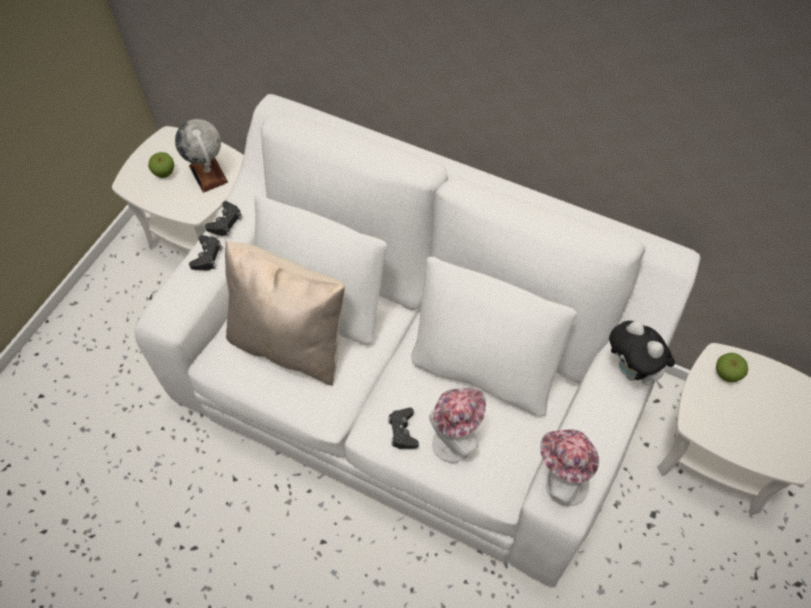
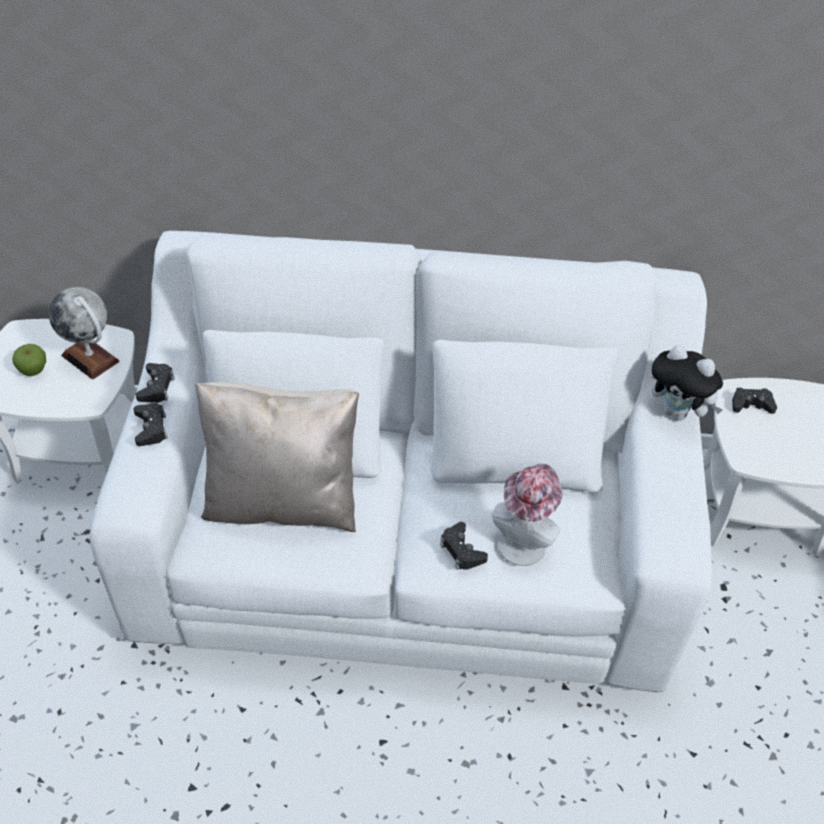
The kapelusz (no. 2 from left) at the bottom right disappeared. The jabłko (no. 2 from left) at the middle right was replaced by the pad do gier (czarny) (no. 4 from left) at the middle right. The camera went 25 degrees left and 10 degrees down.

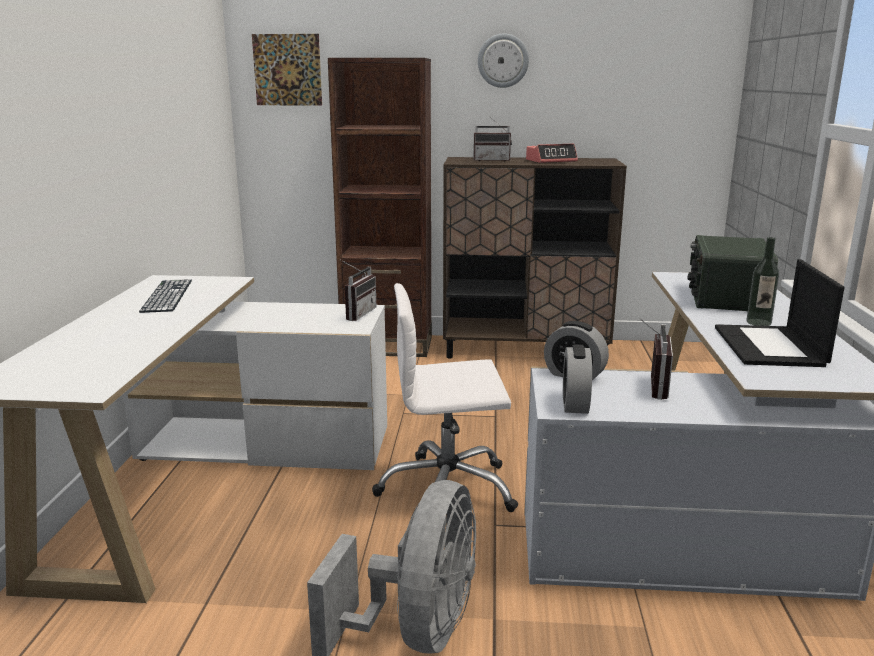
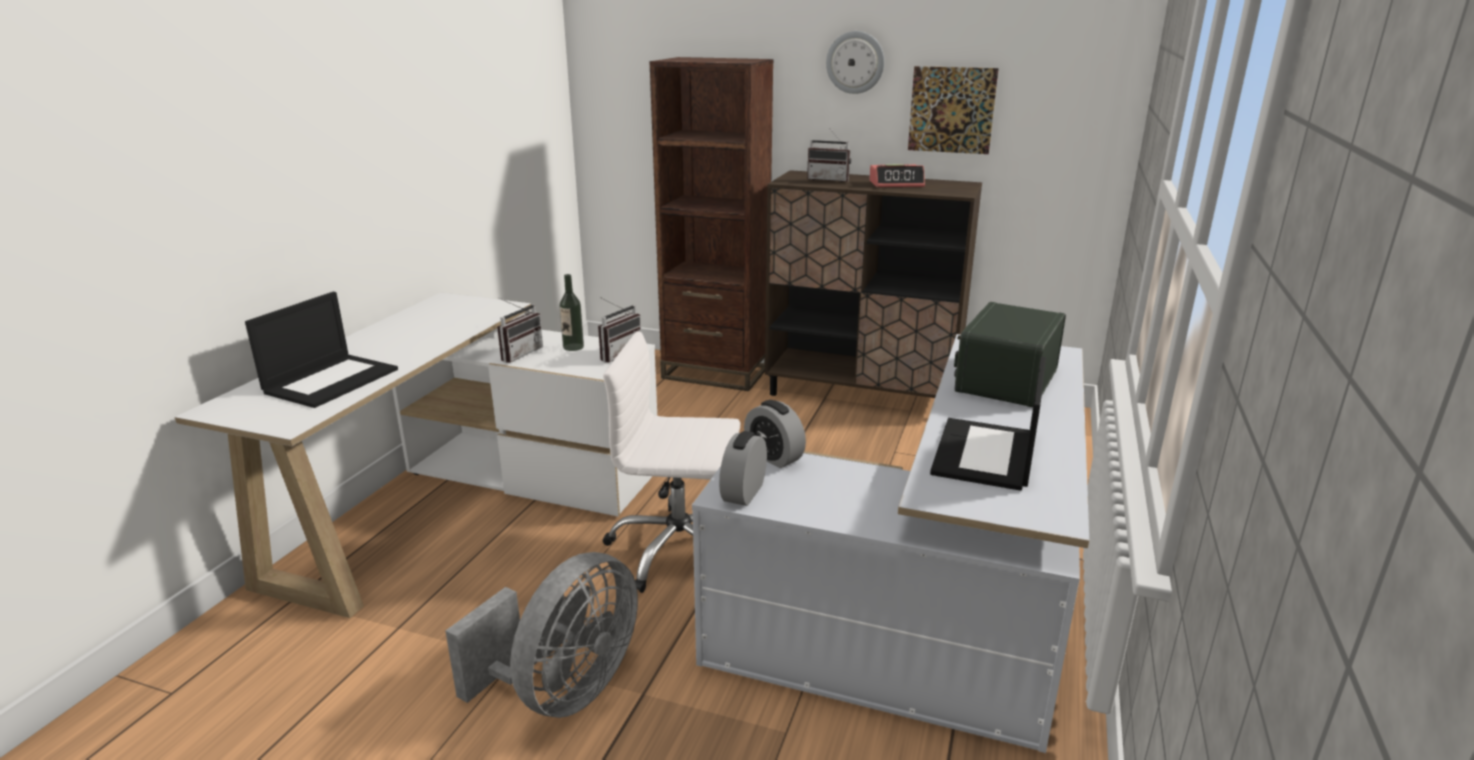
The klawiatura at the middle left disappeared. The laptop (no. 1 from left) at the middle left appeared. The obraz moved from the top left to the top centre. The radio (no. 3 from left in the first image) moved from the middle right to the centre. The butelka moved from the middle right to the centre. The camera went 15 degrees right and 5 degrees up.

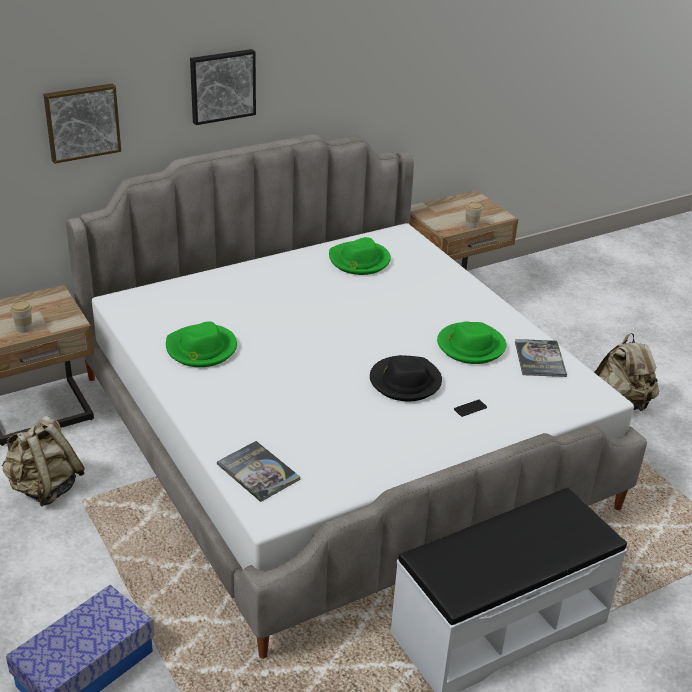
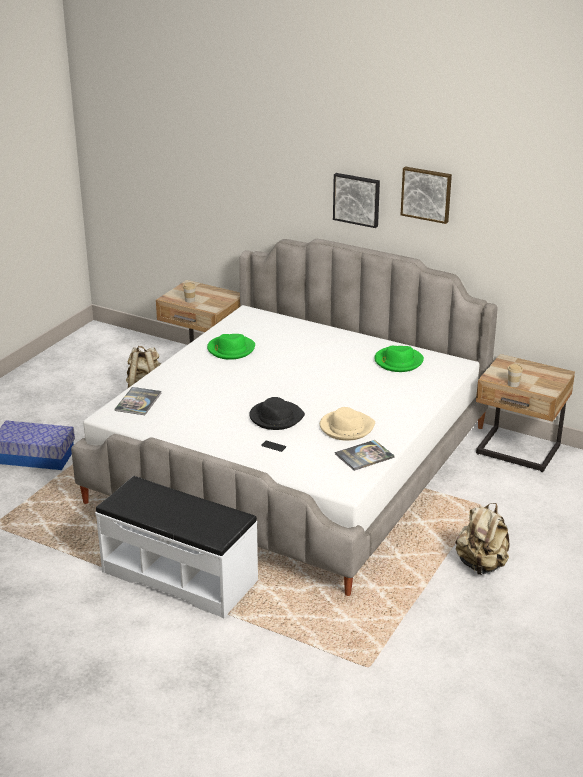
The obraz (no. 1 from left in the first image) moved from the top left to the top right. The kapelusz (zielony) (no. 3 from left) at the middle right became the kapelusz (beżowy) at the centre. The camera went 60 degrees right and 5 degrees down.

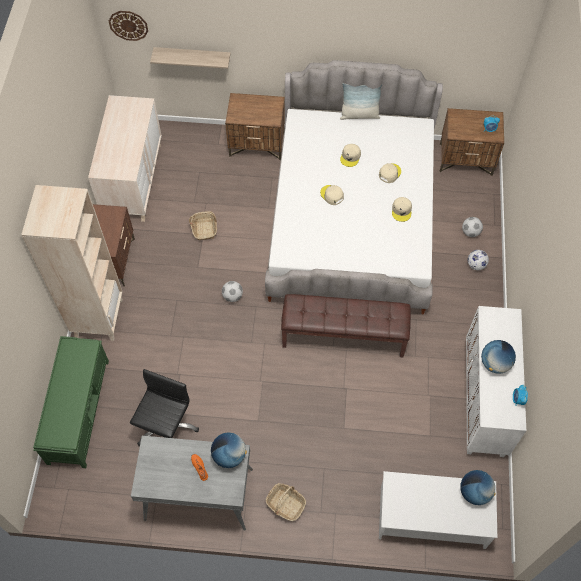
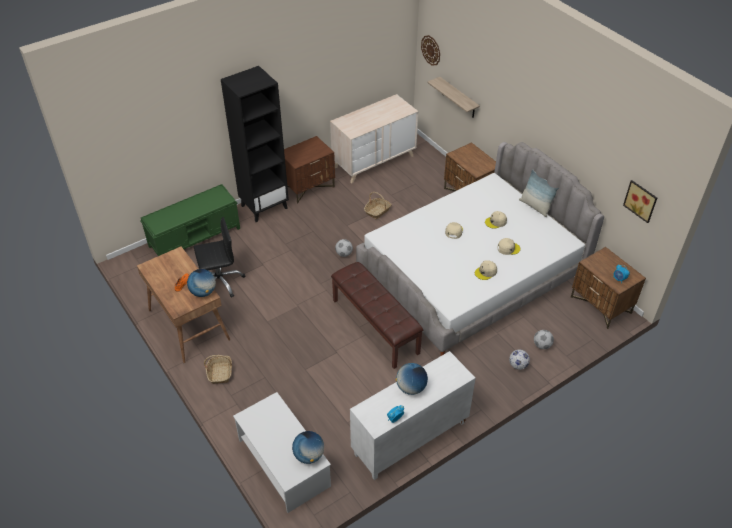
The obraz at the middle right appeared. The regał (beżowy) at the middle left became the regał (czarny) at the top centre. The biurko (szary) at the bottom left became the biurko (brązowy) at the middle left. The camera went 50 degrees right and 15 degrees down.

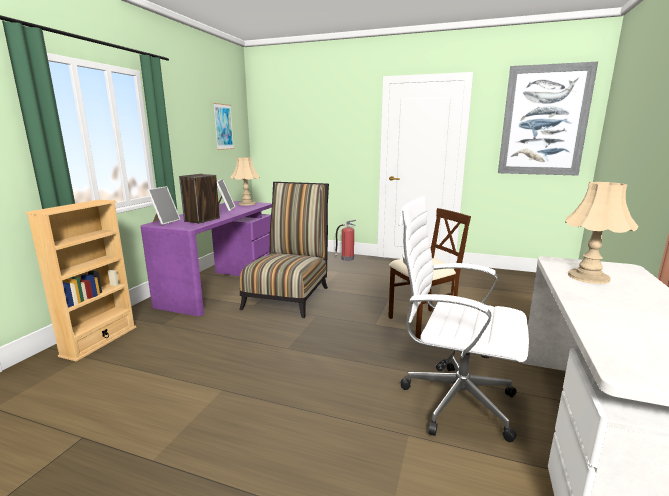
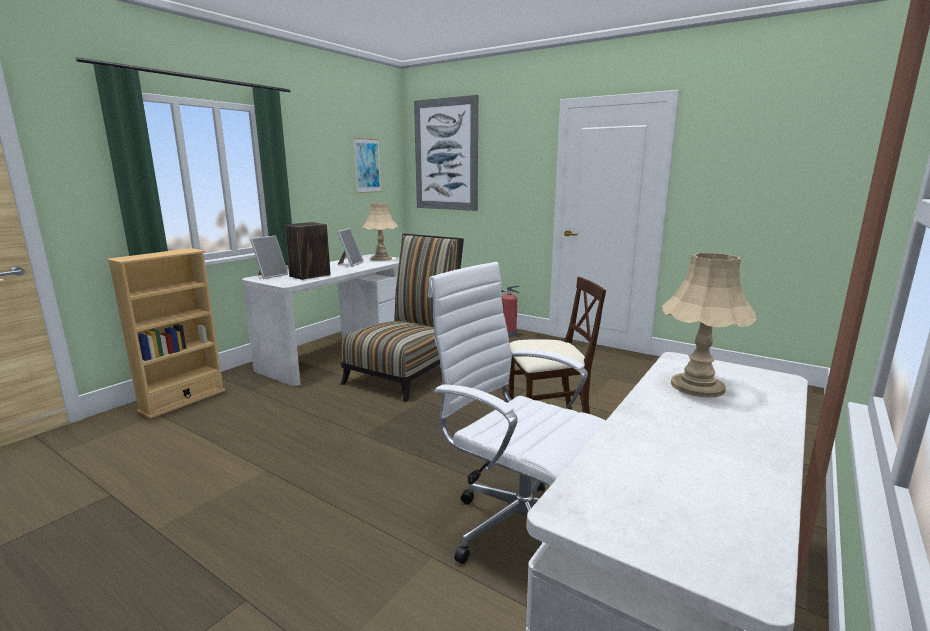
The obraz (no. 2 from left) moved from the top right to the top centre. The biurko (fioletowy) at the middle left became the biurko (biały) (no. 1 from left) at the centre. The camera went 15 degrees right and 0 degrees up.

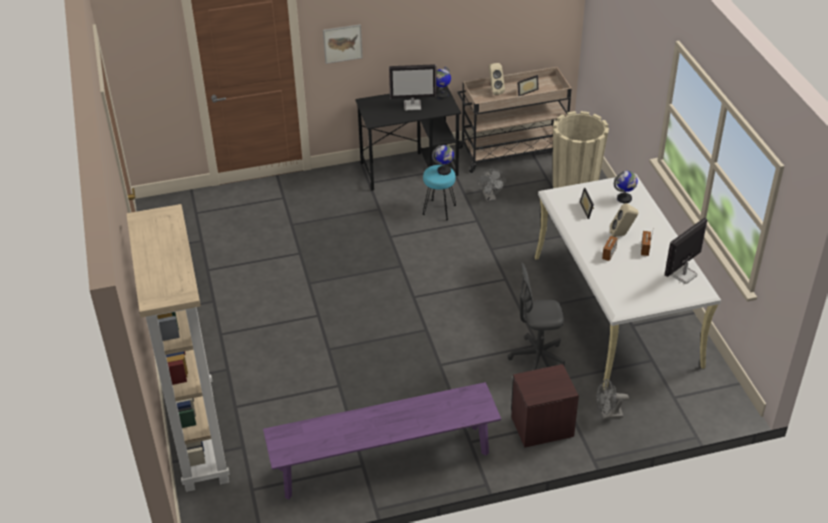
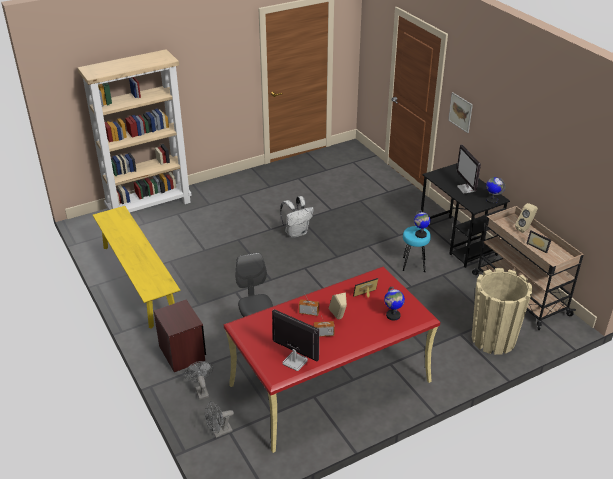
The plecak (biały) at the centre appeared. The wentylator (szary) (no. 1 from left in the first image) moved from the centre to the bottom centre. The ławka (fioletowy) at the bottom centre became the ławka (żółty) at the middle left. The biurko (biały) at the middle right became the biurko (czerwony) at the bottom centre. The camera went 75 degrees right and 5 degrees down.

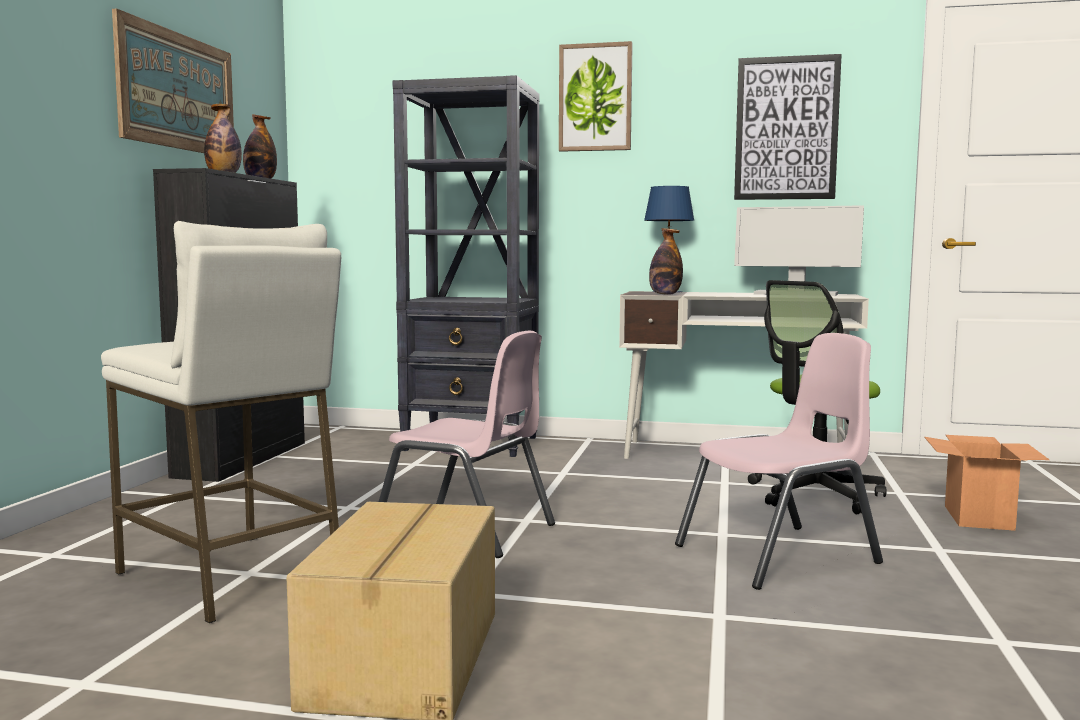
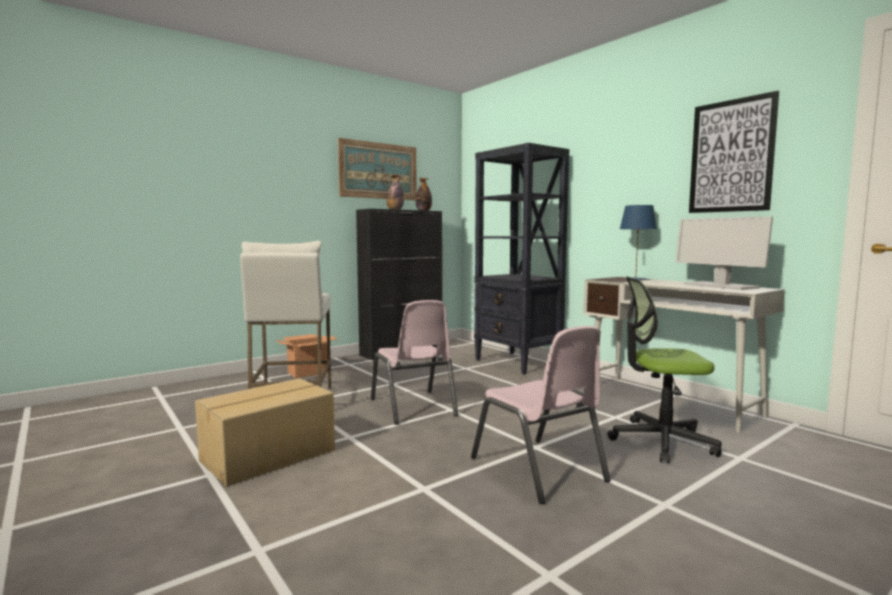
The obraz (no. 2 from left) at the top centre disappeared. The butelka (no. 3 from left) at the centre disappeared. The karton (no. 2 from left) moved from the bottom right to the centre. The krzesło (różowy) (no. 2 from left) at the middle right turned 45 degrees clockwise. The camera went 40 degrees right and 0 degrees up.

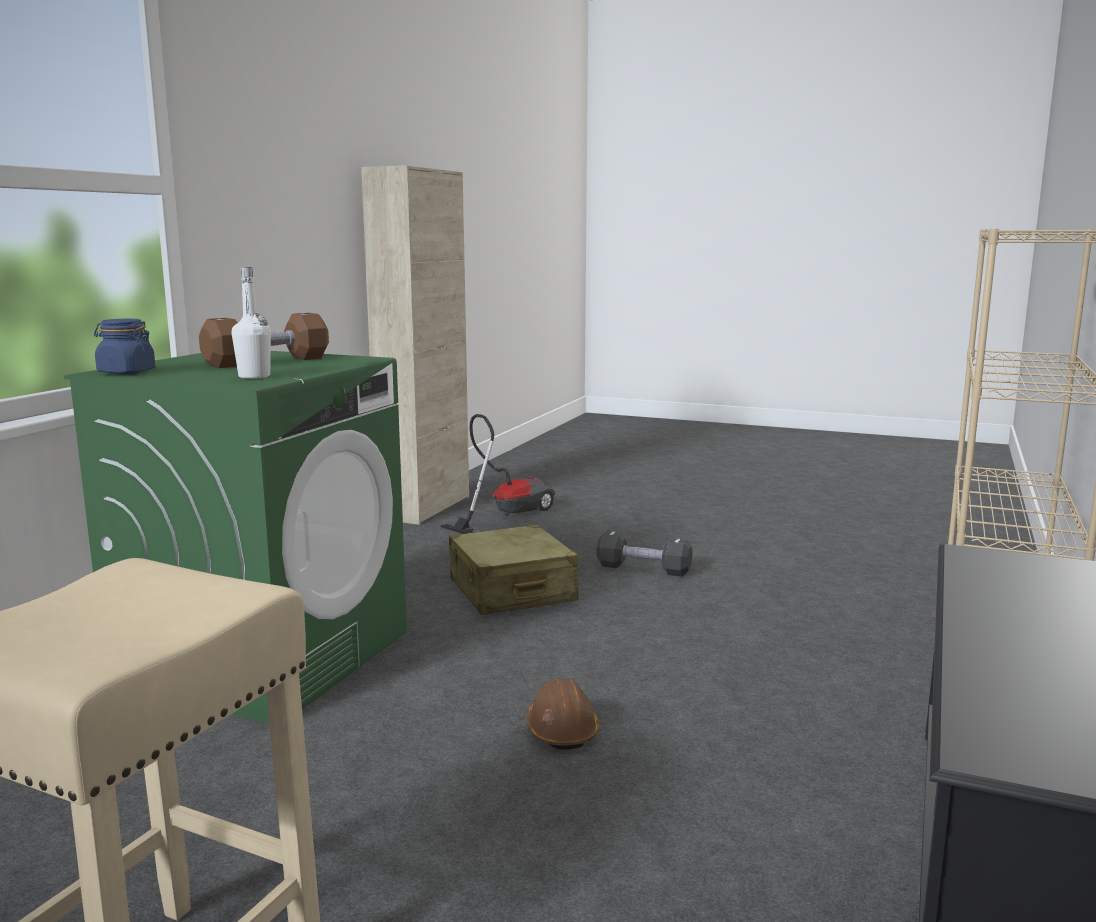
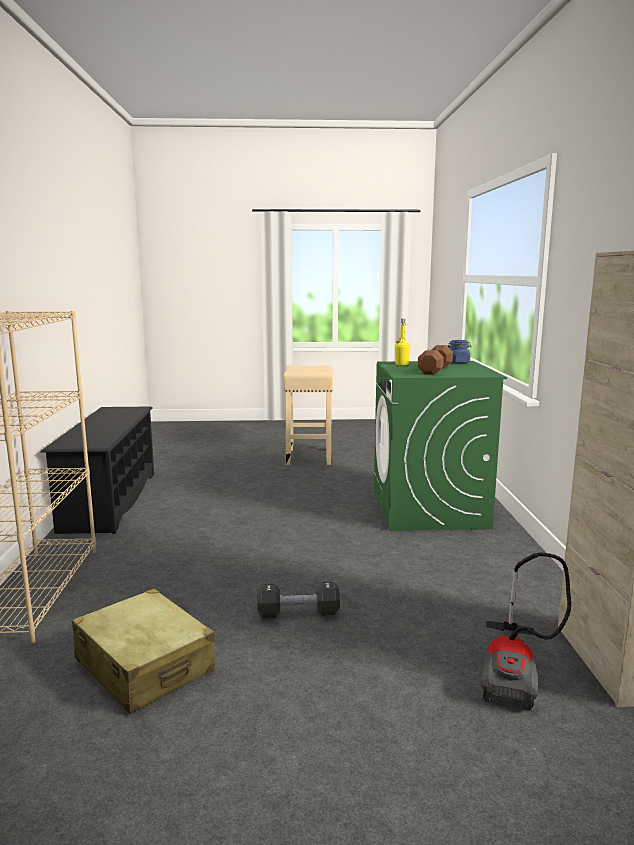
The kask (brązowy) at the bottom centre disappeared. The walizka (beżowy) moved from the centre to the bottom left. The butelka (biały) at the middle left became the butelka (żółty) at the centre. The camera went 155 degrees right and 0 degrees up.

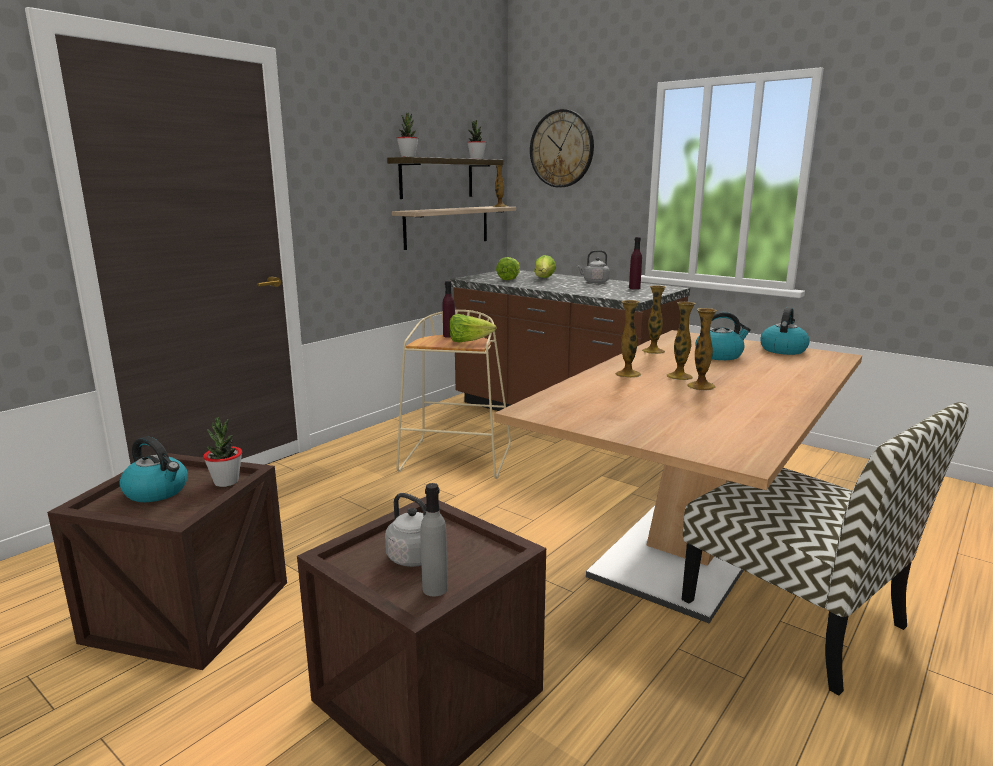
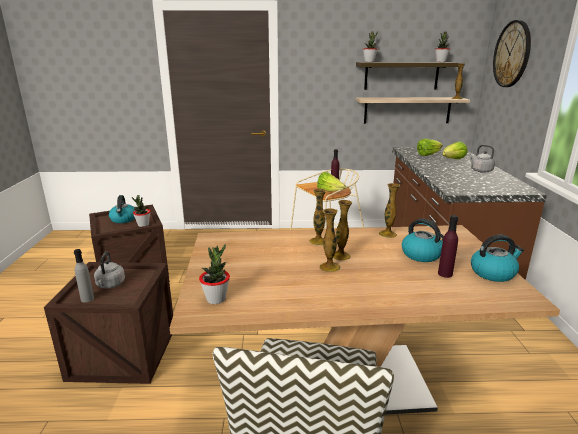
The roślina doniczkowa (no. 2 from left) at the centre appeared. The butelka (fioletowy) (no. 2 from left) moved from the centre to the middle right. The camera went 50 degrees right and 5 degrees up.

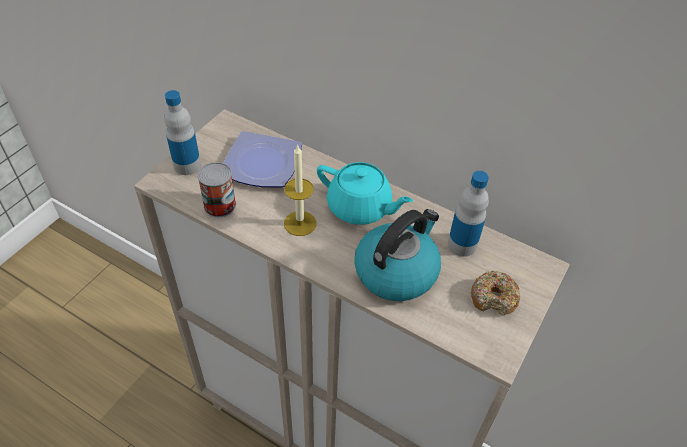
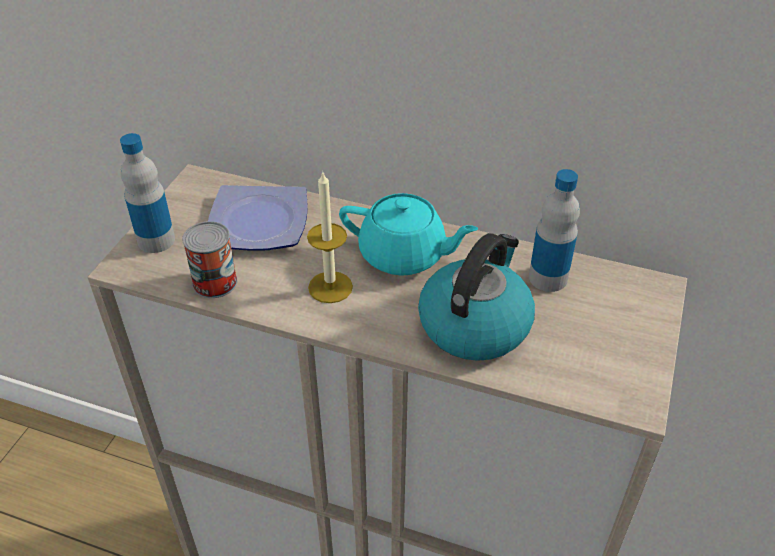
The donut at the middle right disappeared. The camera went 10 degrees left and 5 degrees down.

